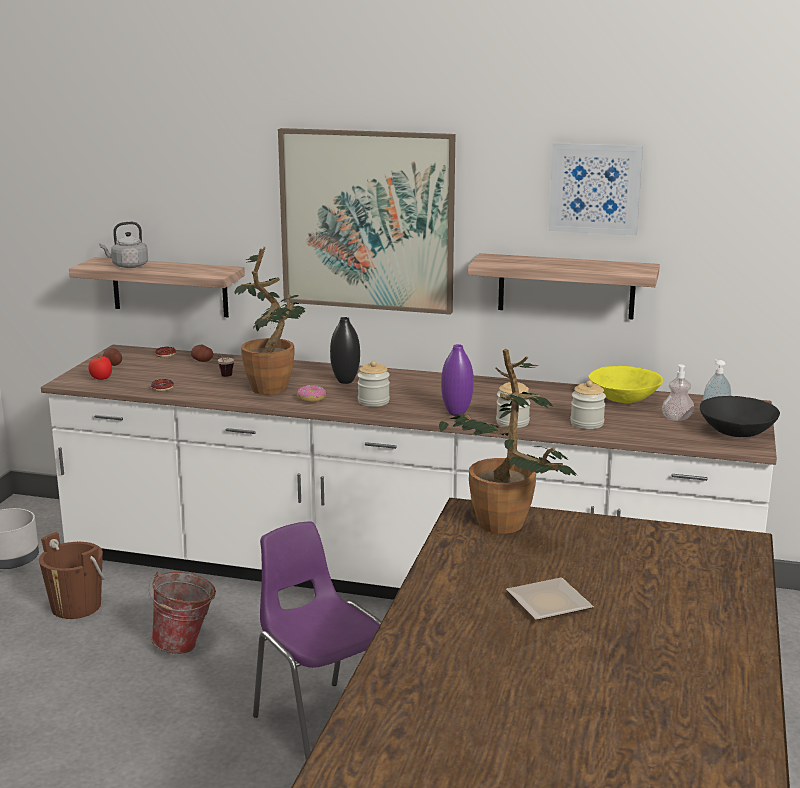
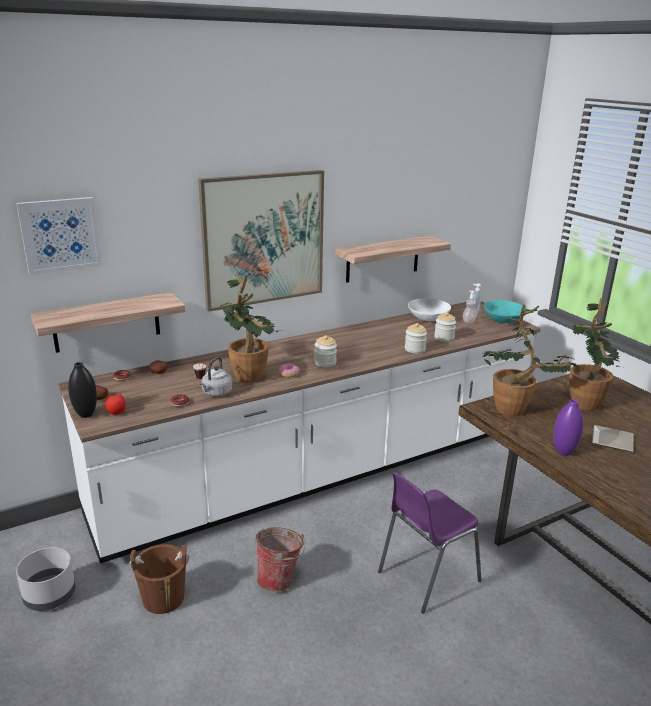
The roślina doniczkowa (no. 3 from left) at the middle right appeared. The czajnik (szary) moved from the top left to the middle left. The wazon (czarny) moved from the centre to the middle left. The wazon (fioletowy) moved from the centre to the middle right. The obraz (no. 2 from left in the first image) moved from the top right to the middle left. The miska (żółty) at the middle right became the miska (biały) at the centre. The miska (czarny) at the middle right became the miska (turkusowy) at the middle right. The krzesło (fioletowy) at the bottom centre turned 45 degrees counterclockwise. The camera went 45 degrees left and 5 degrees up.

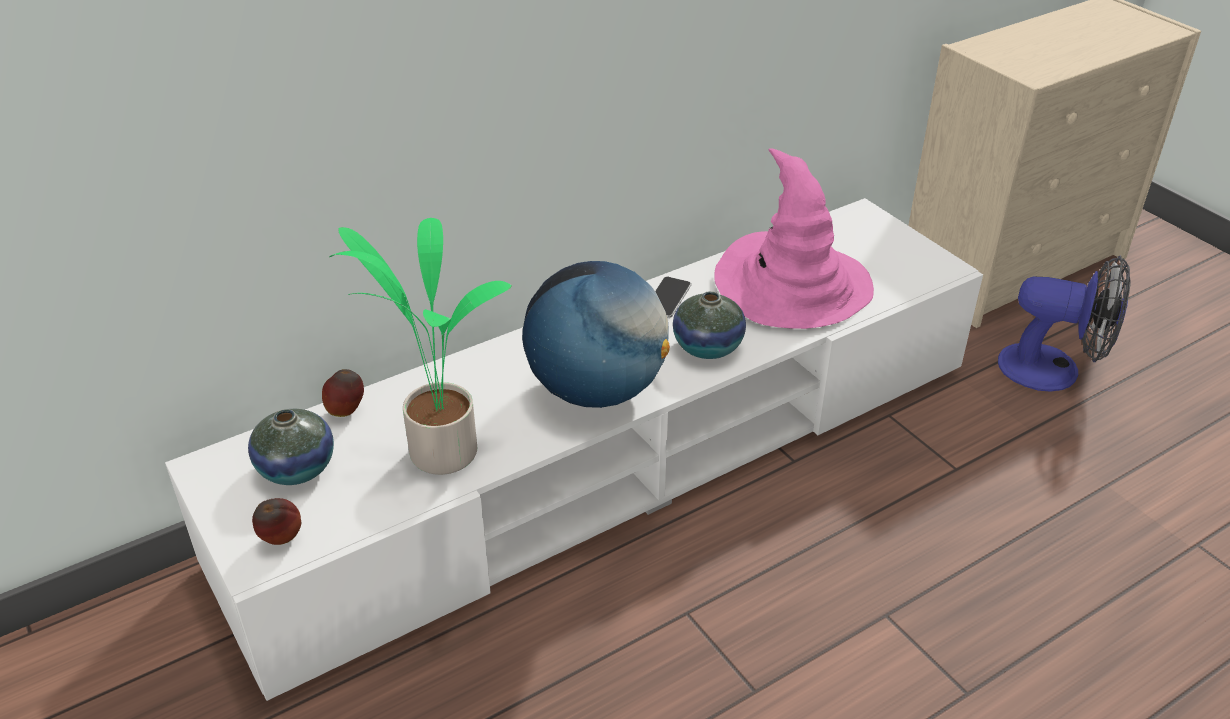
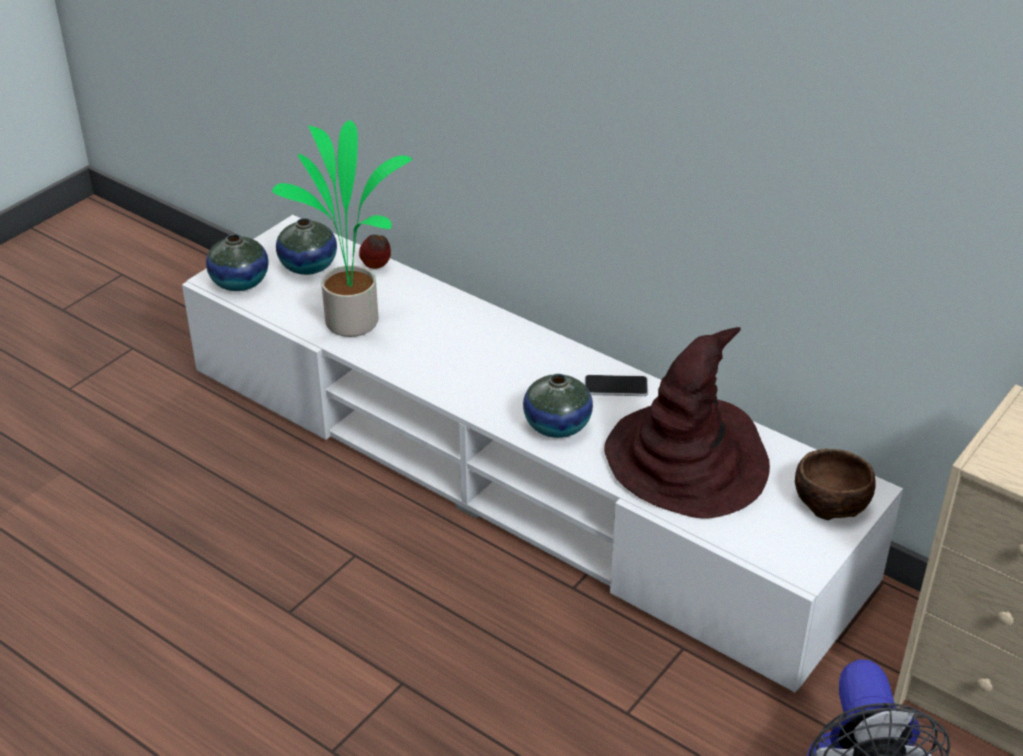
The globus at the centre disappeared. The miska (brązowy) at the middle right appeared. The jabłko (no. 1 from left) at the bottom left was replaced by the wazon (no. 1 from left) at the middle left. The kapelusz (różowy) at the top centre became the kapelusz (brązowy) at the middle right. The camera went 70 degrees right and 0 degrees up.

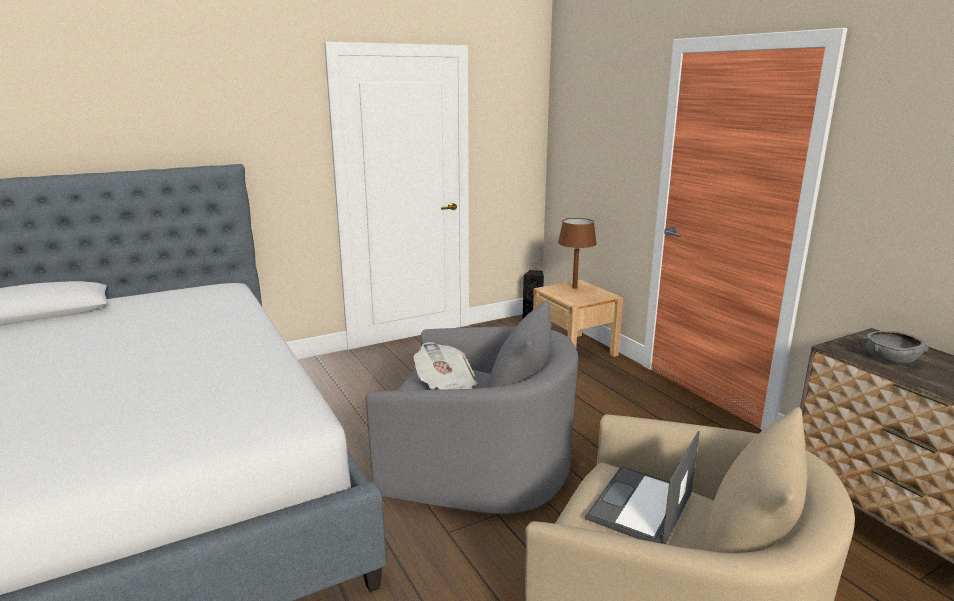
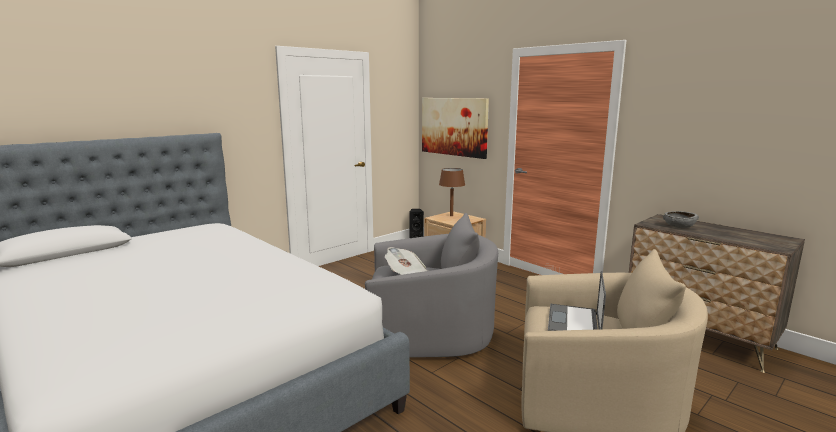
The obraz at the top centre appeared. The camera went 15 degrees left and 5 degrees down.

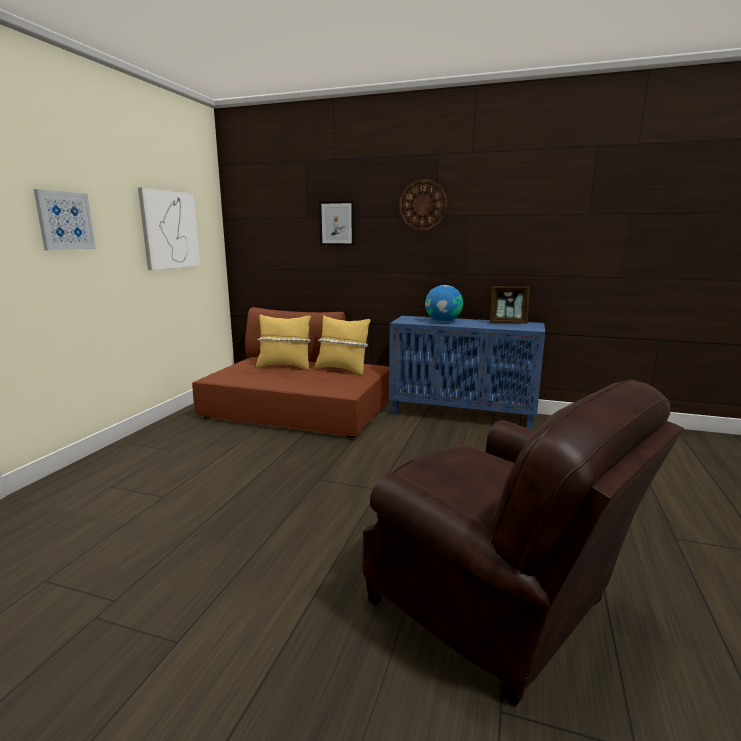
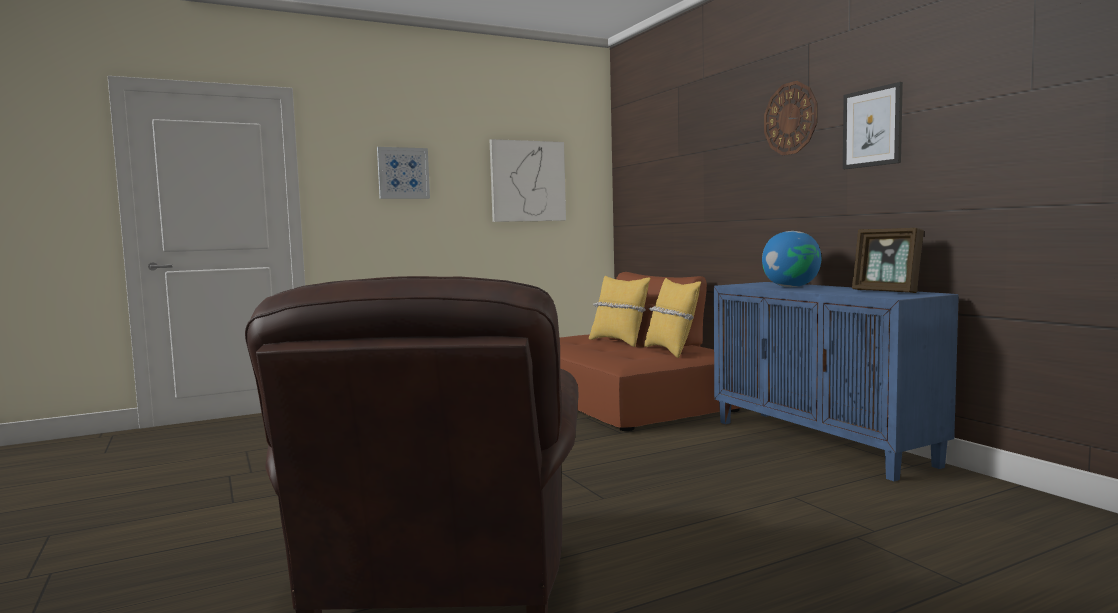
The obraz (no. 3 from left) moved from the top centre to the top right. The camera went 45 degrees right and 10 degrees down.

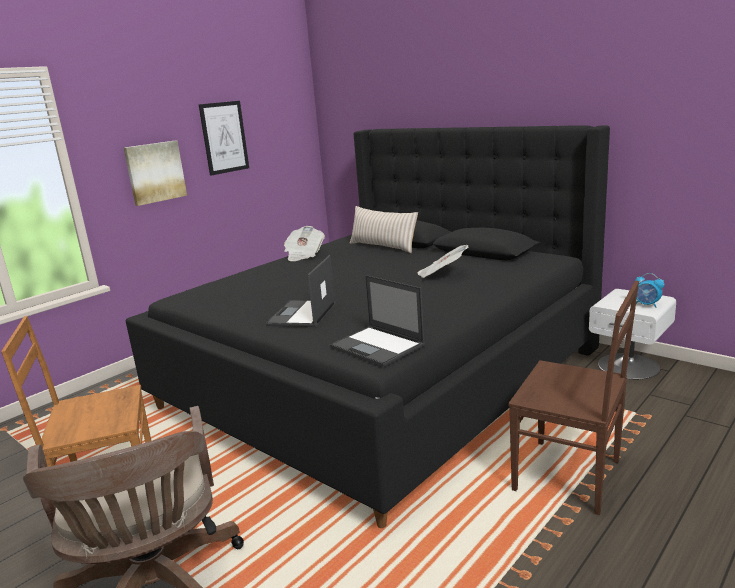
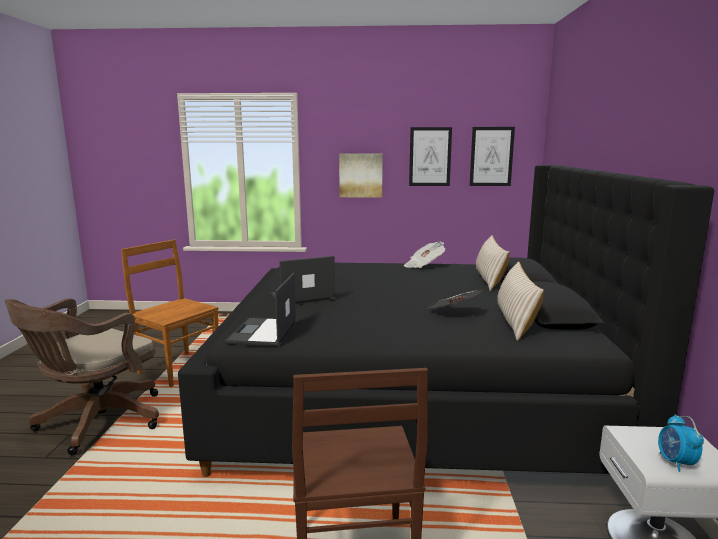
The obraz (no. 3 from left) at the top right appeared. The poduszka (beżowy) (no. 2 from left) at the middle right appeared. The camera went 50 degrees right and 5 degrees down.

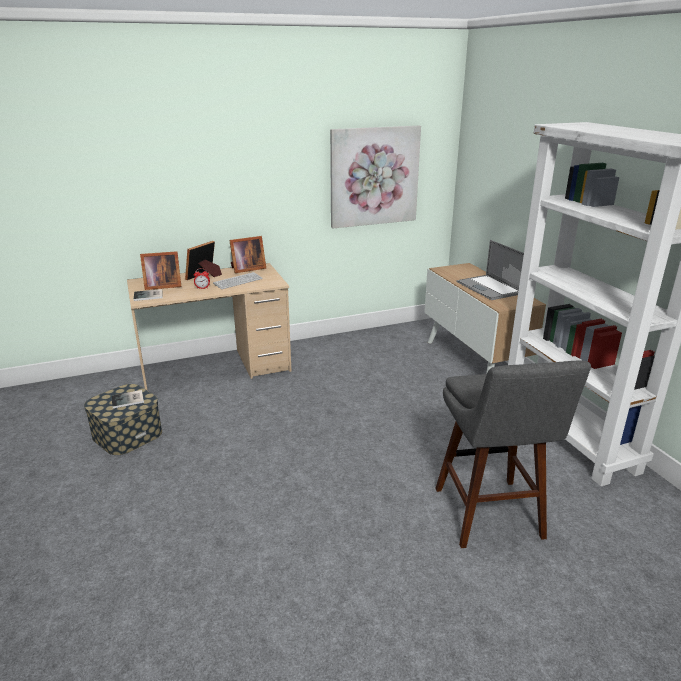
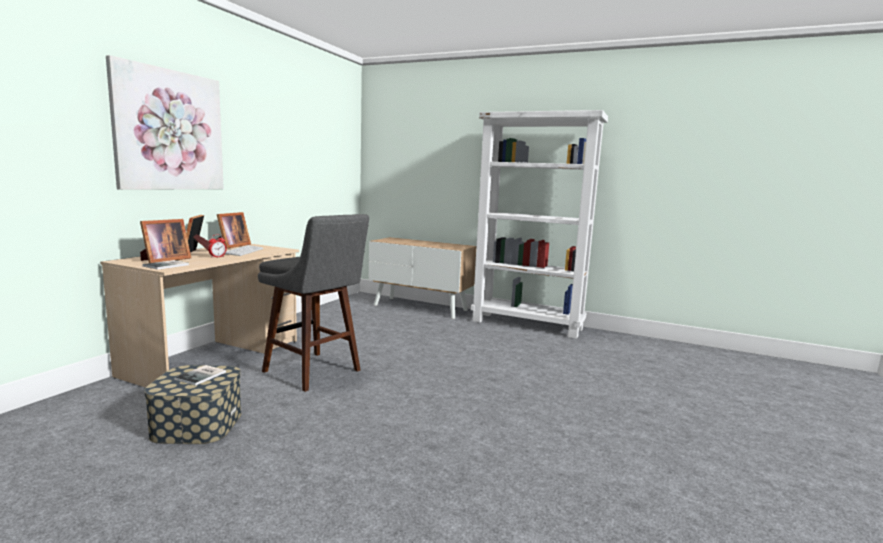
The laptop at the middle right disappeared. The obraz moved from the top centre to the top left. The stołek (szary) moved from the bottom right to the centre. The camera went 45 degrees left and 15 degrees down.

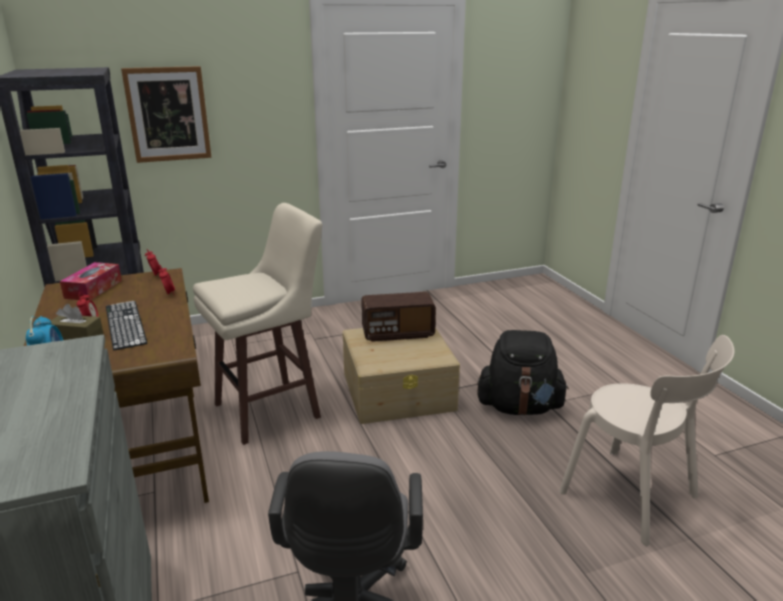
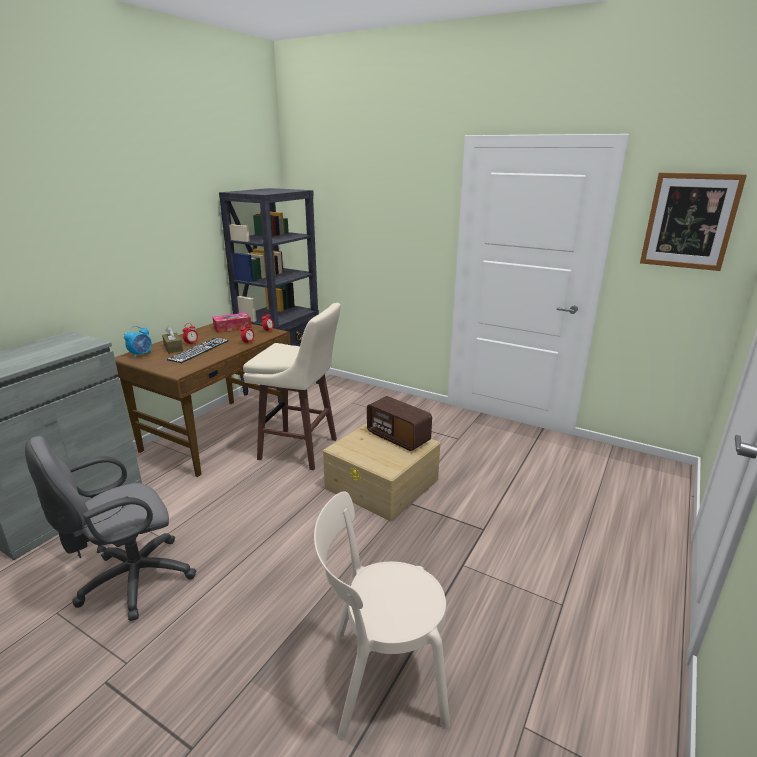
The plecak (czarny) at the middle right disappeared. The obraz moved from the top left to the top right. The krzesło (beżowy) at the bottom right turned 75 degrees clockwise. The camera went 50 degrees right and 0 degrees up.

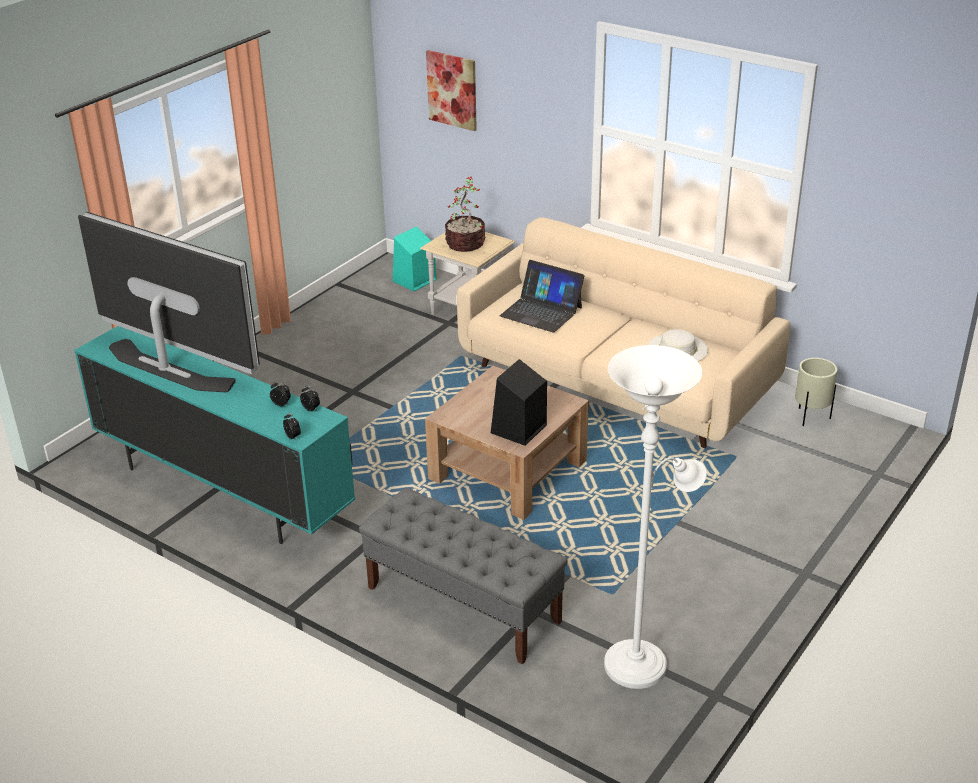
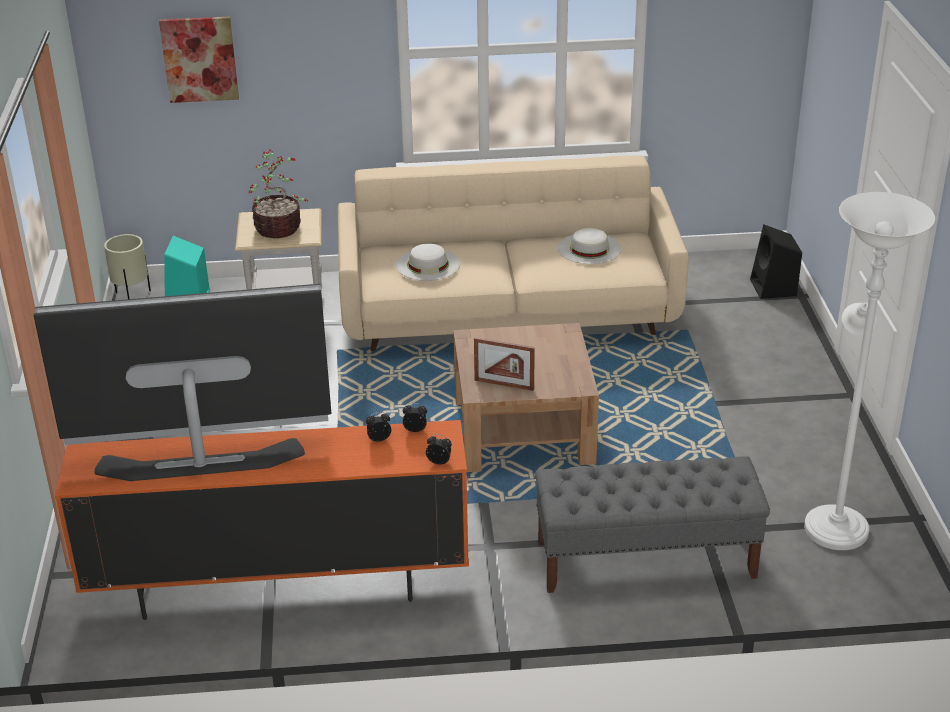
The ramka na zdjęcie at the centre appeared. The głośnik (czarny) moved from the centre to the middle right. The donica (beżowy) moved from the middle right to the middle left. The laptop at the centre was replaced by the kapelusz (biały) (no. 1 from left) at the centre. The szafka pod telewizor (turkusowy) at the middle left became the szafka pod telewizor (pomarańczowy) at the bottom left. The camera went 40 degrees left and 0 degrees up.

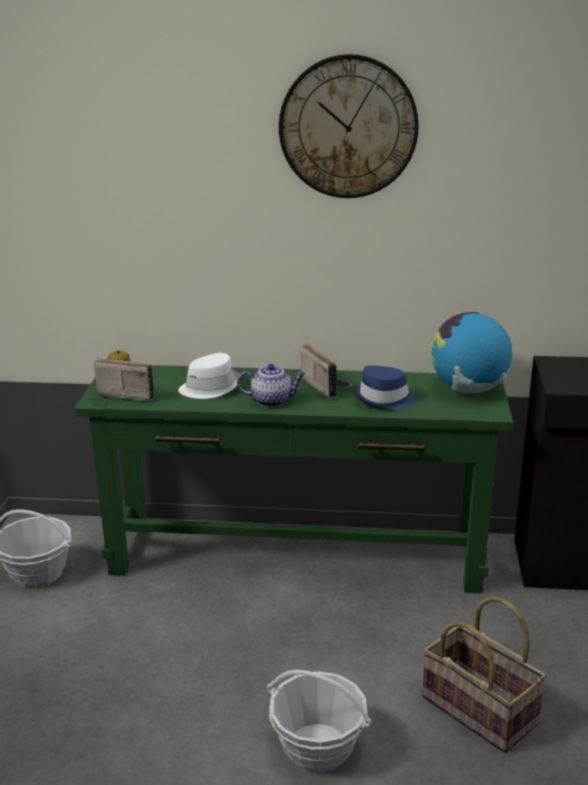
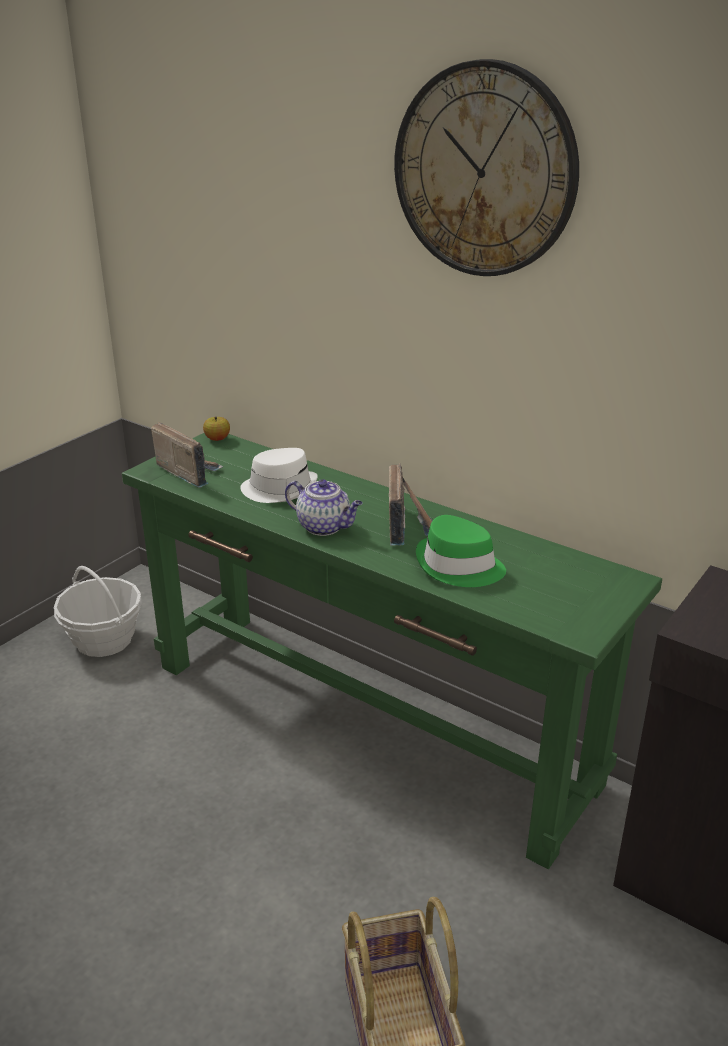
The koszyk (no. 2 from left) at the bottom centre disappeared. The globus at the middle right disappeared. The kapelusz (niebieski) at the centre became the kapelusz (zielony) at the centre. The camera went 30 degrees right and 5 degrees up.

